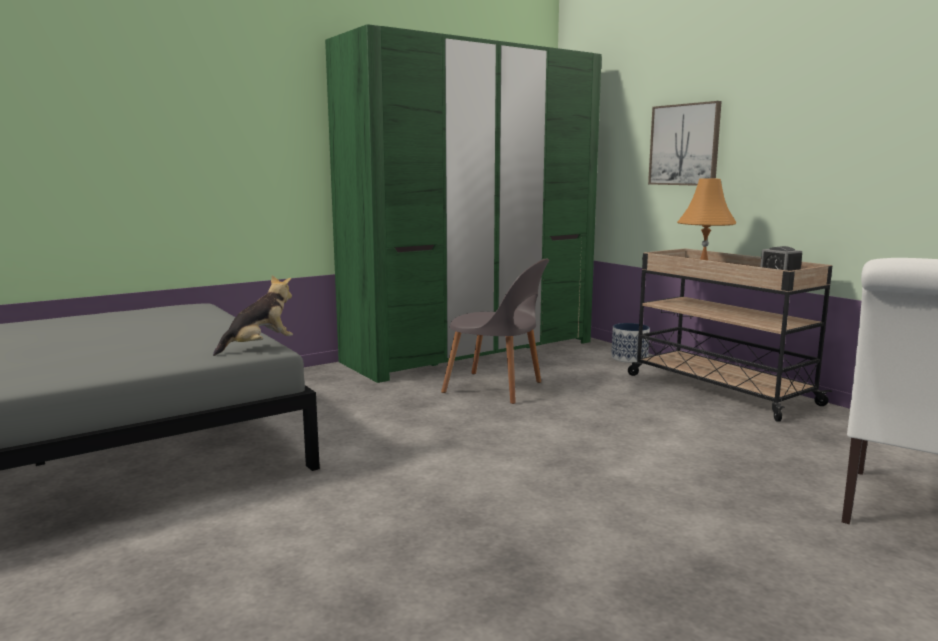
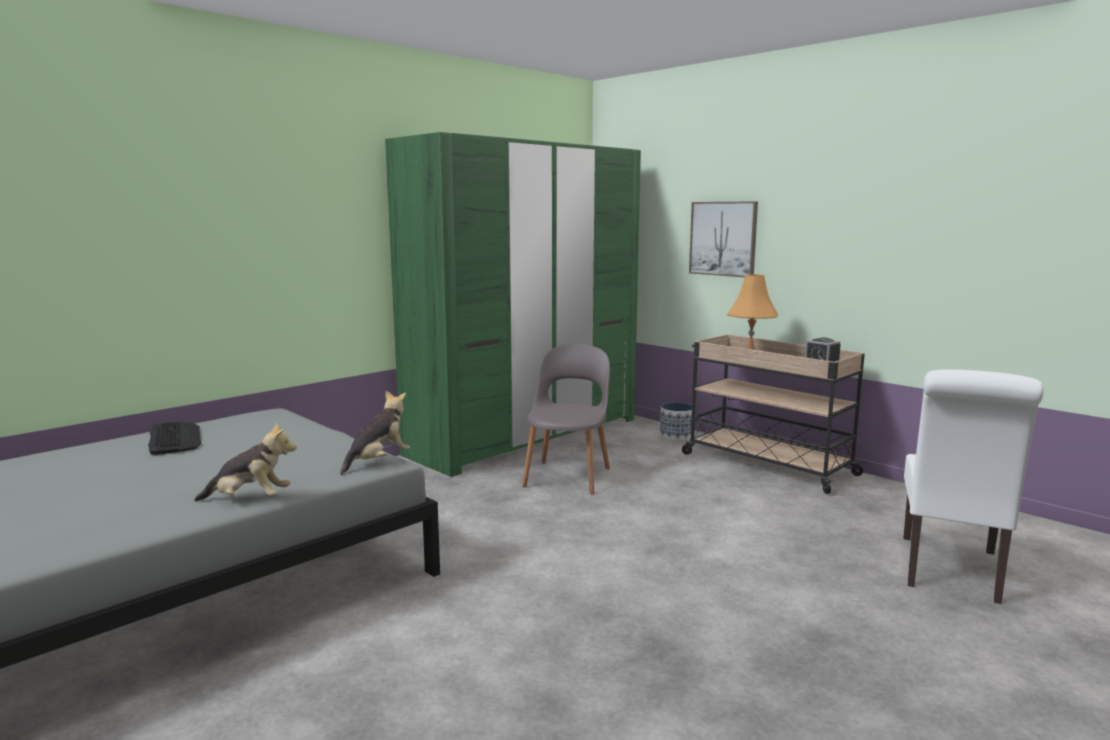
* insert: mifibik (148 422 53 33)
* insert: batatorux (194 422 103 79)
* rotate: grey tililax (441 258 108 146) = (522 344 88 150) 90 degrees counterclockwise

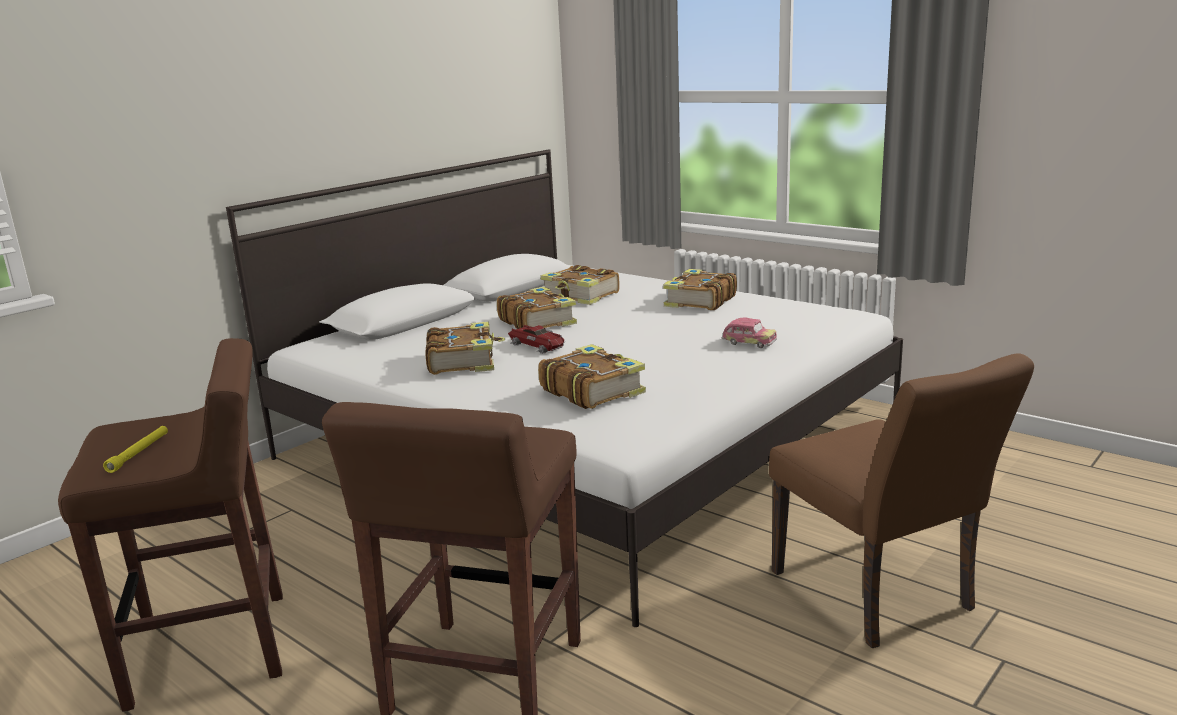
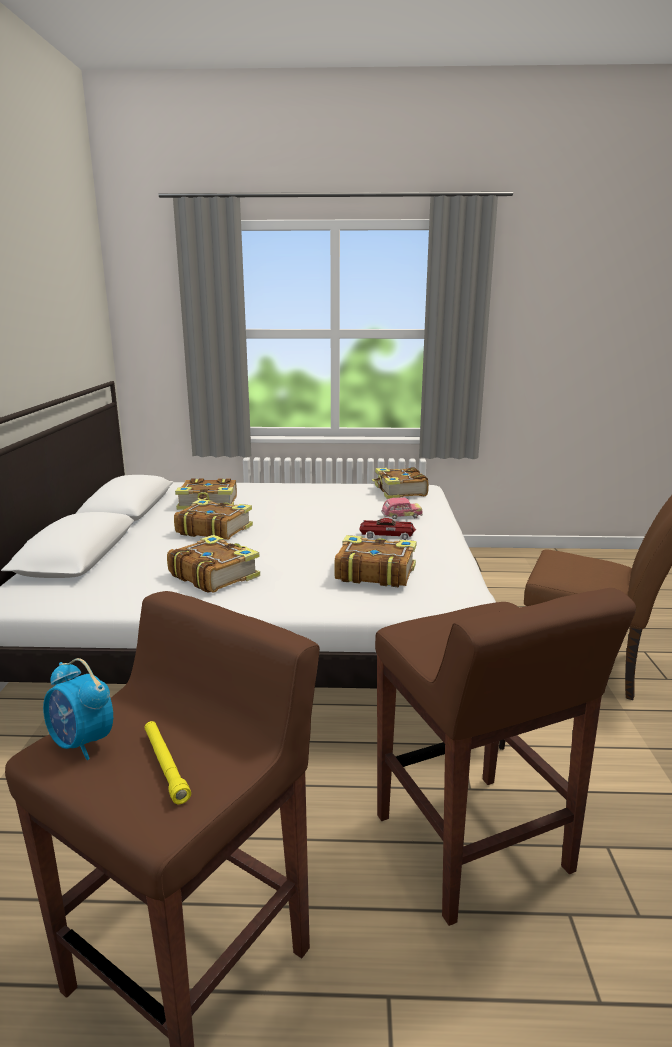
* insert: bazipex (43 658 70 102)
* move: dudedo (508 325 57 29) to (359 518 57 22)
* move: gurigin (663 269 74 41) to (372 467 57 32)

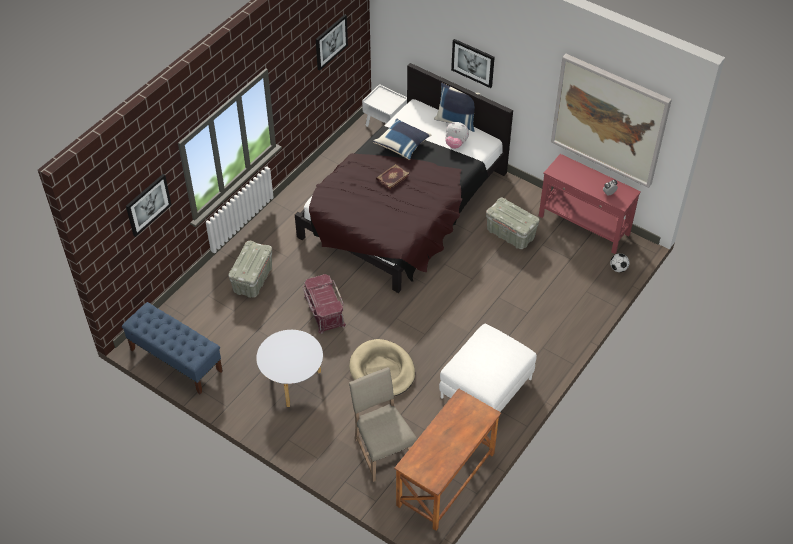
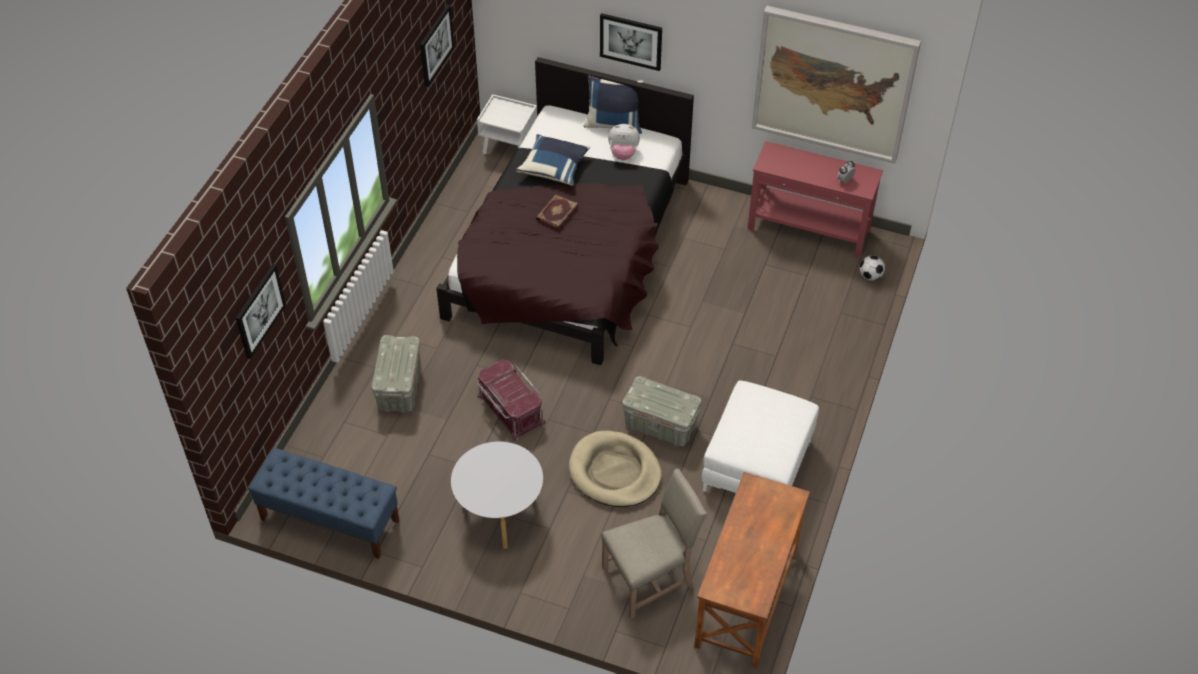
* rotate: beige tililax (349 367 68 115) = (601 469 106 149) 105 degrees clockwise
* move: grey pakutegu (486 198 53 51) to (622 376 79 70)

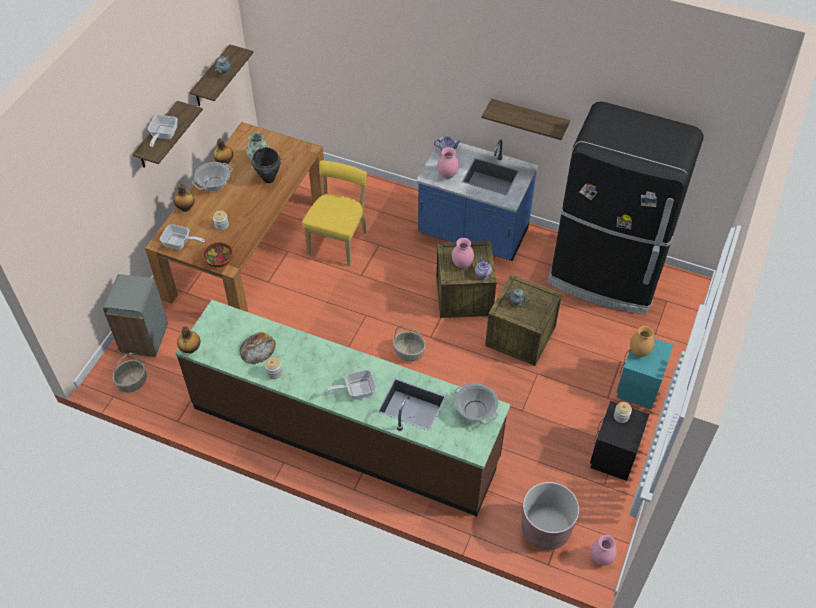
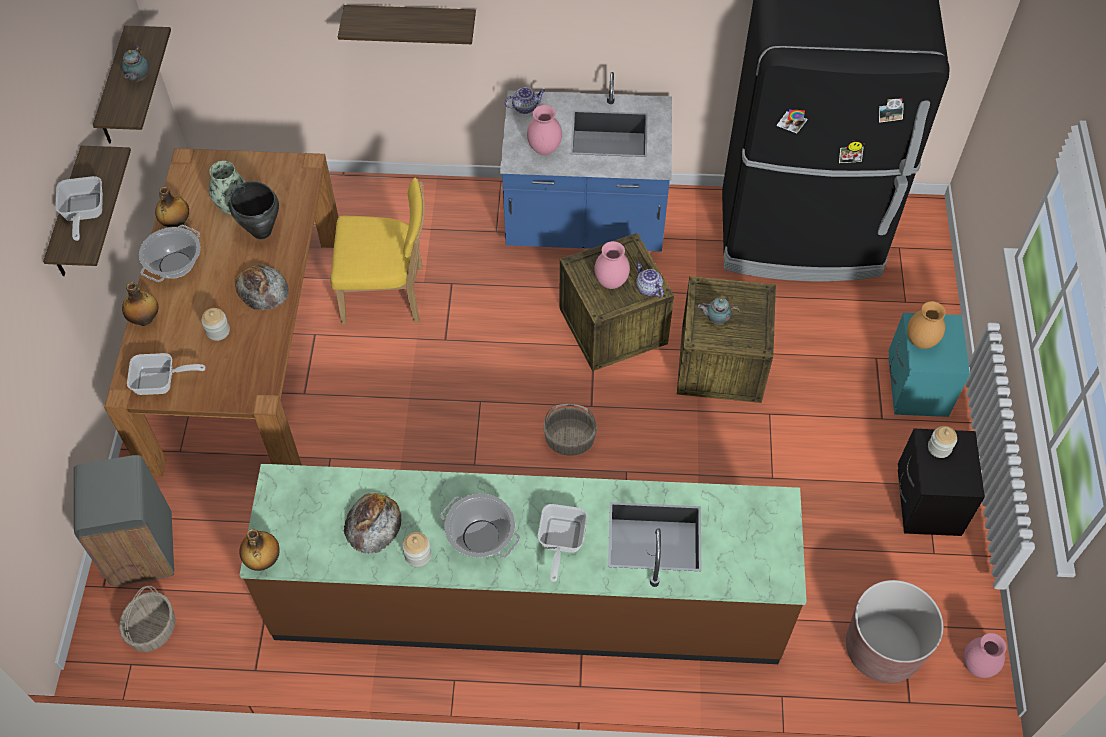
* insert: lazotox (235 265 54 45)
* rotate: yellow tililax (302 160 65 106) = (330 178 95 146) 90 degrees clockwise
* move: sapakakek (481 99 89 41) to (338 5 138 39)
* move: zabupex (455 382 43 42) to (440 493 80 65)
* rotate: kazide (324 370 52 29) = (538 504 50 78) 45 degrees counterclockwise
* delete: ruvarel (203 242 30 25)

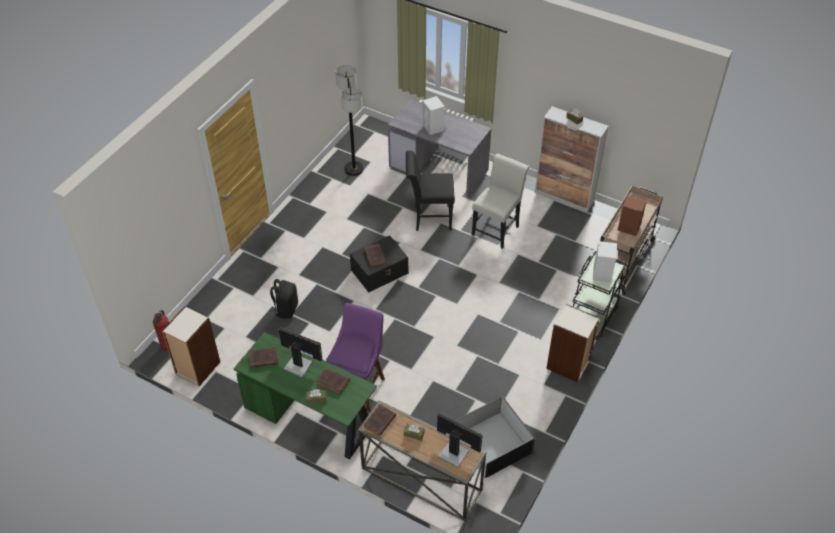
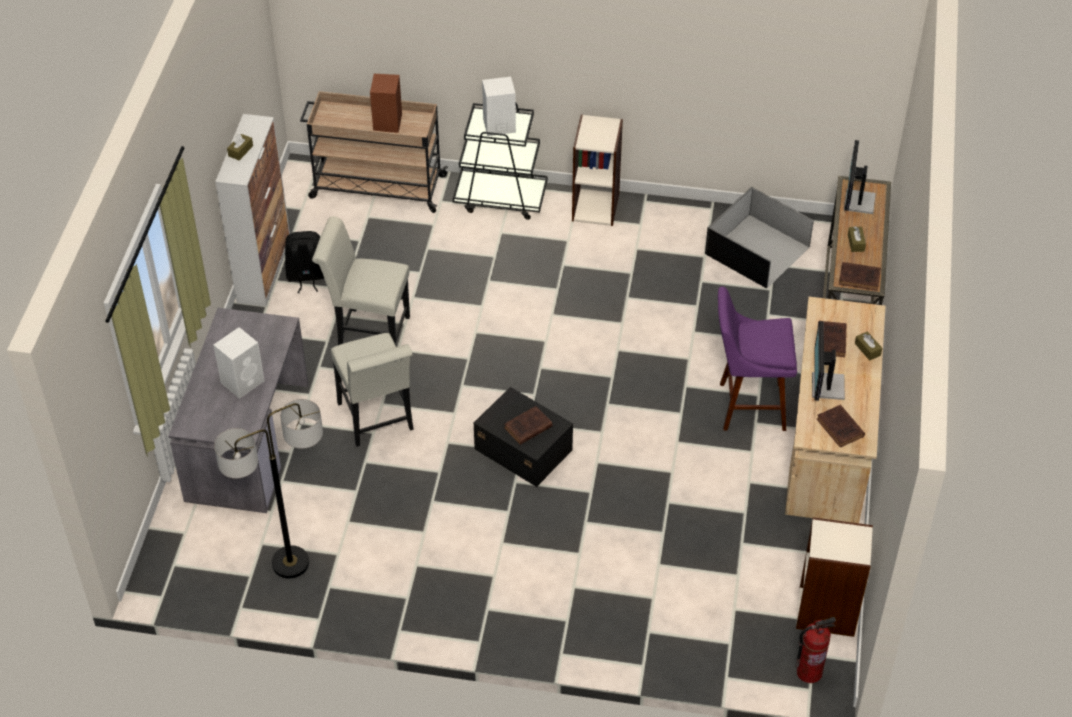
* move: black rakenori (269 279 29 40) to (285 231 39 62)
* recolor: black tililax (406 151 49 80) to white tililax (331 333 83 114)
* recolor: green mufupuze (233 332 144 128) to beige mufupuze (785 297 100 226)

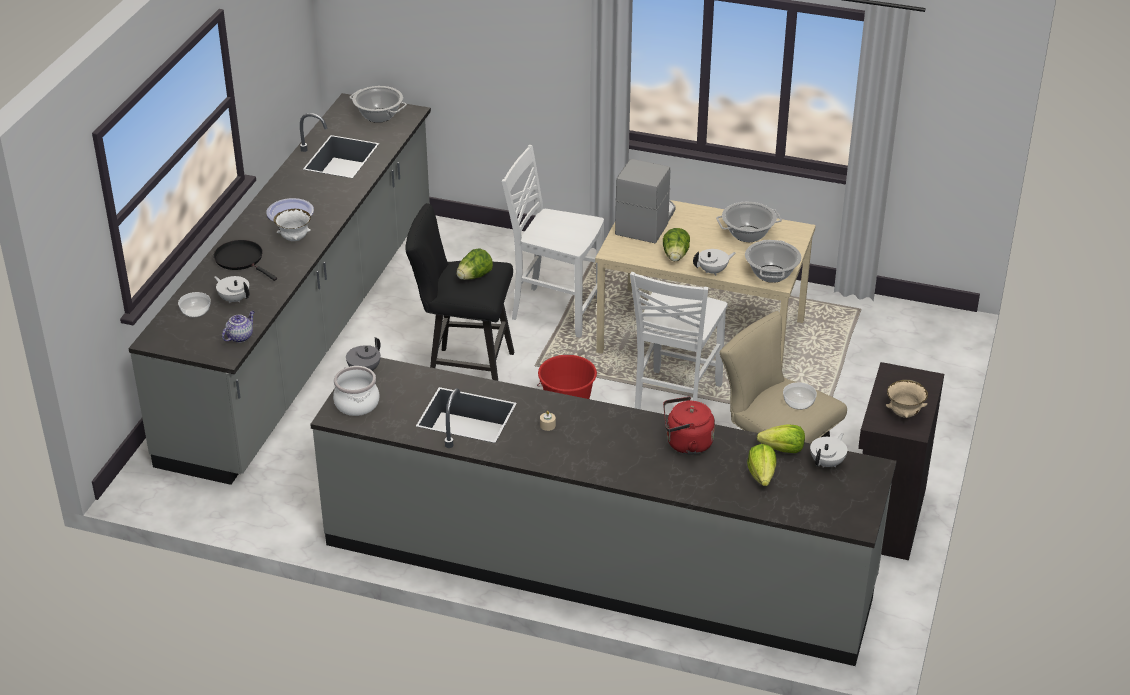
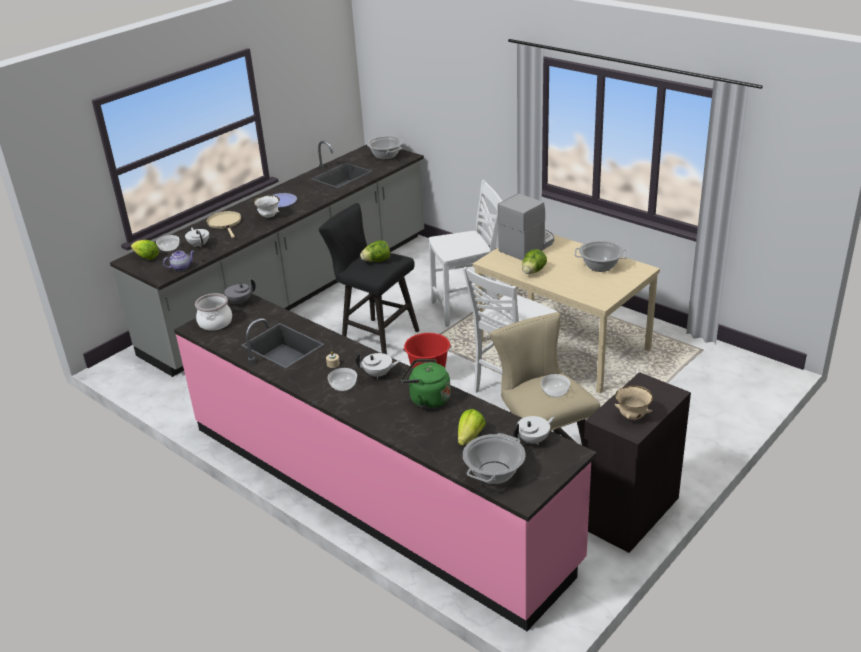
* move: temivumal (757 424 48 29) to (131 240 28 20)
* recolor: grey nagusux (310 358 587 308) to pink nagusux (174 293 423 338)
* recolor: black kazide (214 240 63 41) to beige kazide (206 211 35 27)
* insert: ruvarel (328 368 29 23)
* move: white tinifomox (693 249 43 27) to (356 353 44 26)
* recolor: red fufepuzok (663 396 52 59) to green fufepuzok (401 359 50 50)
* rotate: white tililax (502 145 102 193) = (429 180 73 147) 120 degrees clockwise
* move: zabupex (745 240 56 43) to (463 433 63 51)

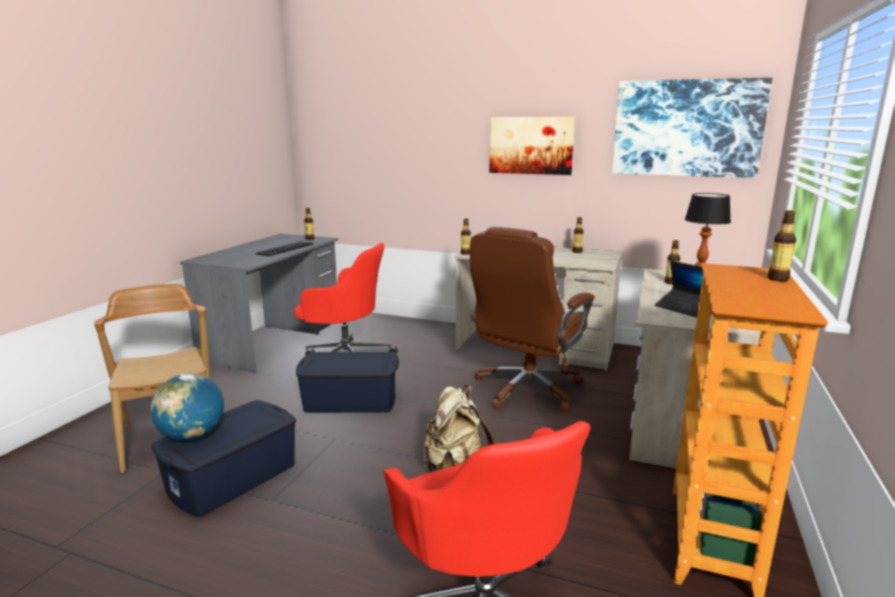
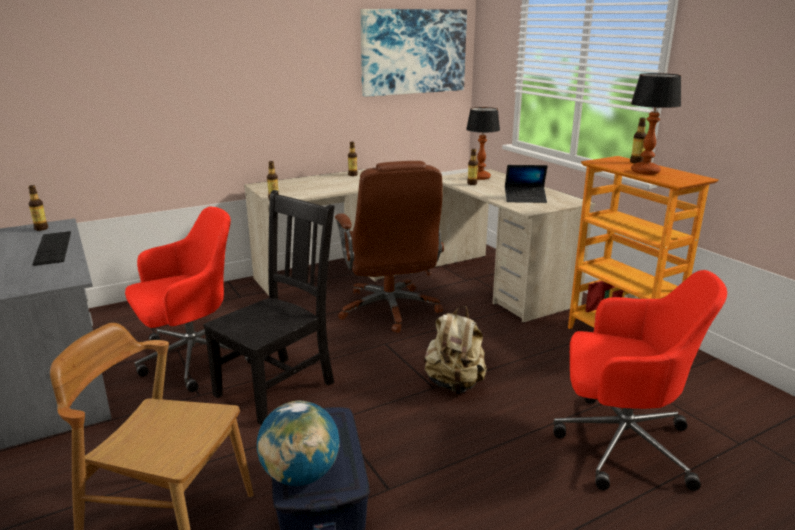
* replace: blue pakutegu (296 352 103 61) to black tililax (203 190 131 235)
* insert: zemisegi (631 73 50 102)
* delete: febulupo (489 117 86 58)

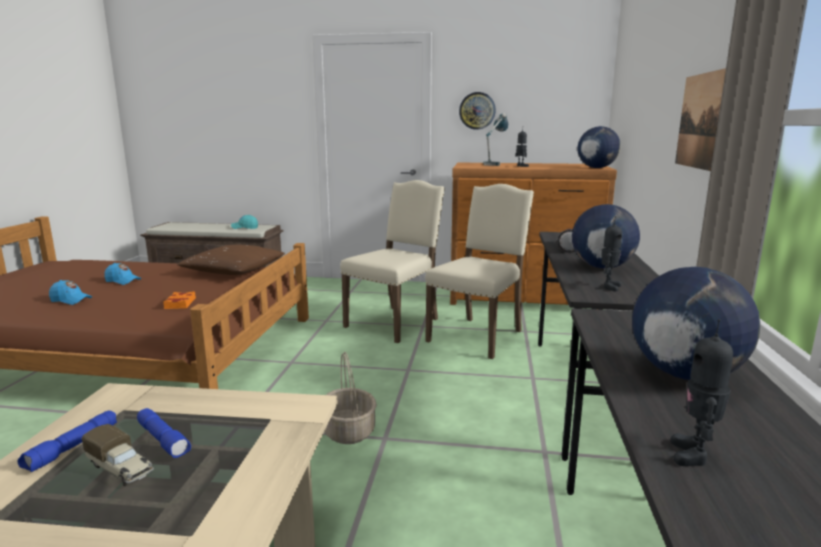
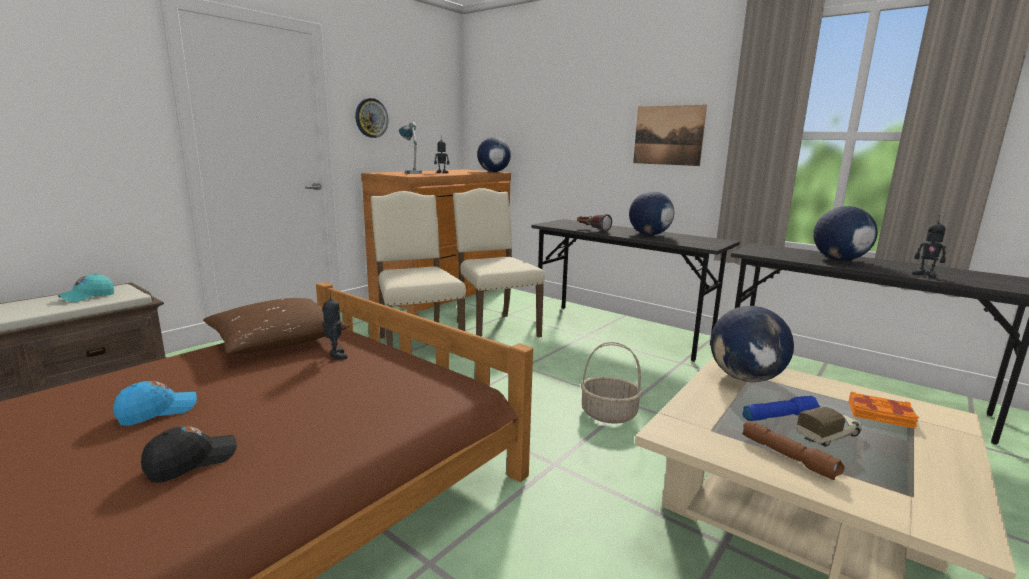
* recolor: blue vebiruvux (49 280 43 25) to black vebiruvux (141 426 96 57)
* move: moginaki (602 216 20 75) to (323 291 25 69)
* insert: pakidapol (710 306 84 76)
* recolor: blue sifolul (17 410 100 62) to brown sifolul (742 421 103 59)
* move: orange gurigin (163 291 33 18) to (849 392 70 37)

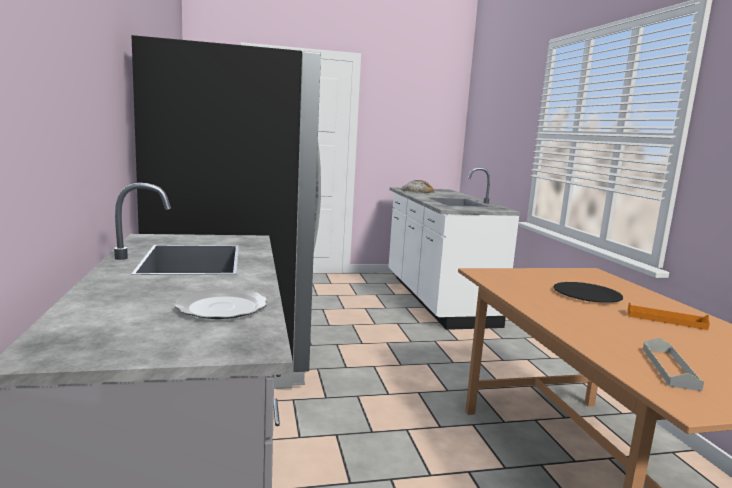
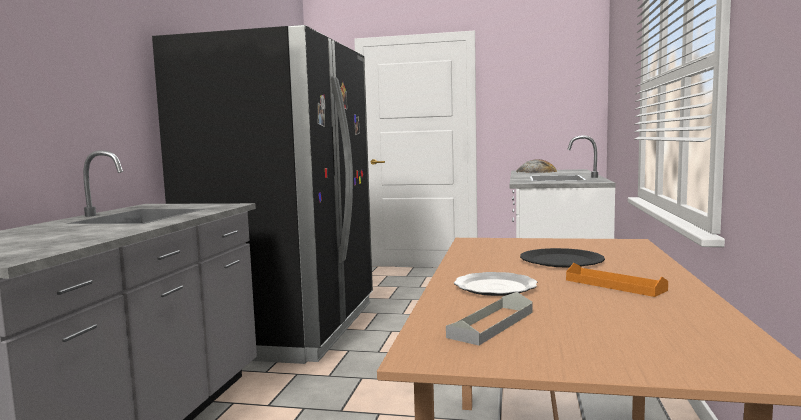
* move: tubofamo (174 288 93 31) to (454 272 83 24)

